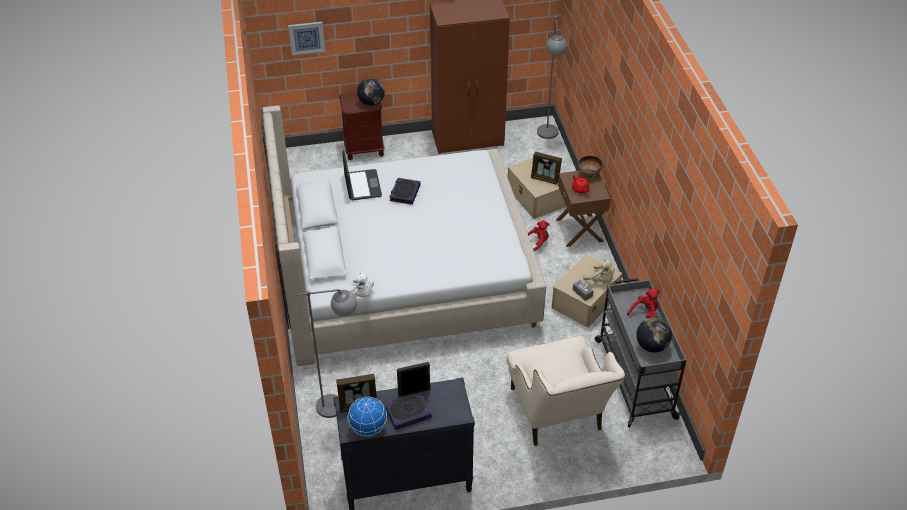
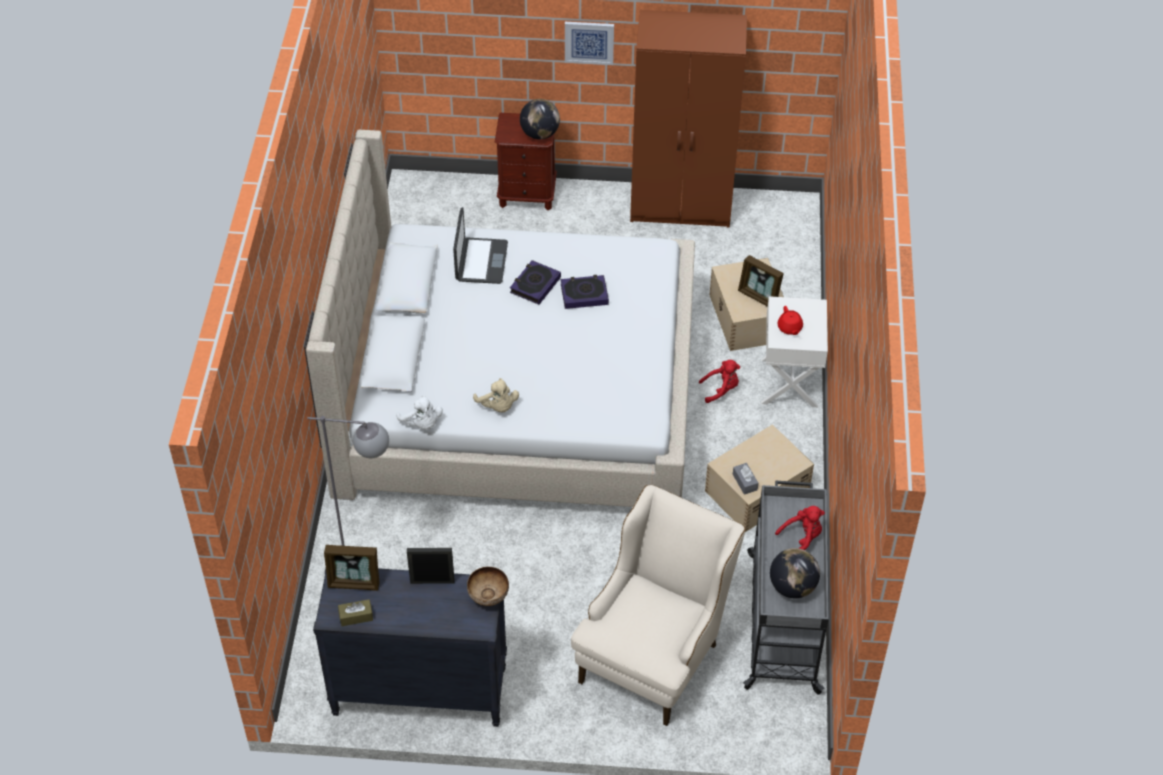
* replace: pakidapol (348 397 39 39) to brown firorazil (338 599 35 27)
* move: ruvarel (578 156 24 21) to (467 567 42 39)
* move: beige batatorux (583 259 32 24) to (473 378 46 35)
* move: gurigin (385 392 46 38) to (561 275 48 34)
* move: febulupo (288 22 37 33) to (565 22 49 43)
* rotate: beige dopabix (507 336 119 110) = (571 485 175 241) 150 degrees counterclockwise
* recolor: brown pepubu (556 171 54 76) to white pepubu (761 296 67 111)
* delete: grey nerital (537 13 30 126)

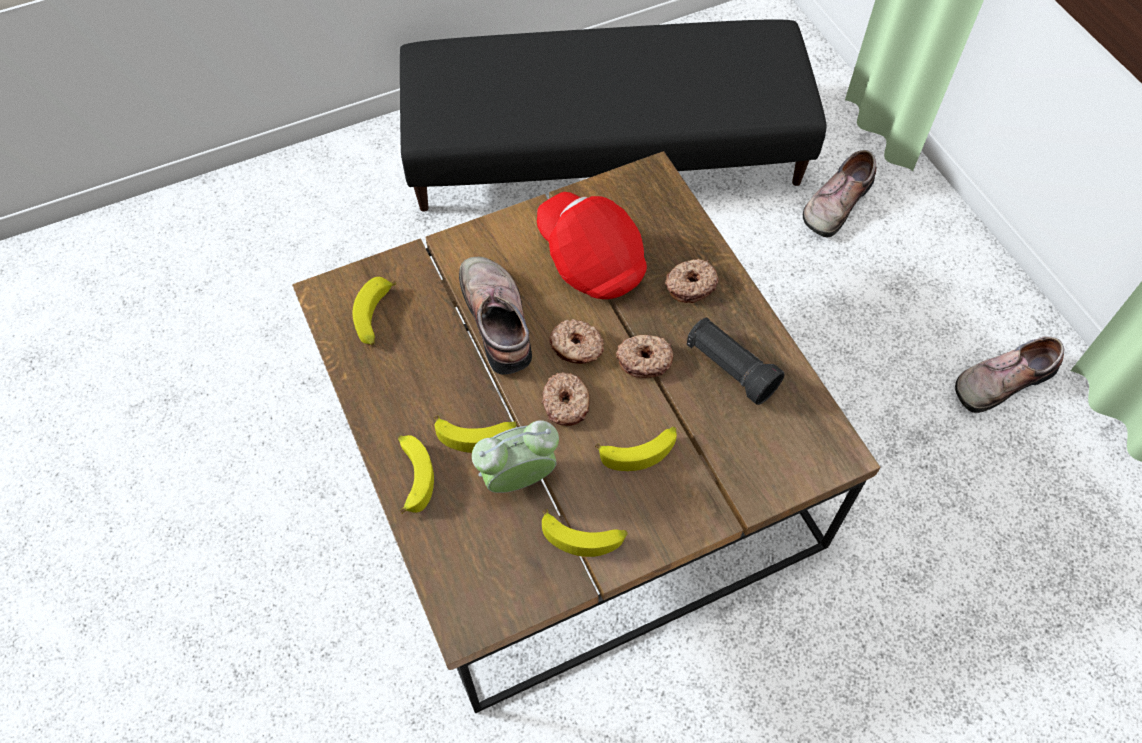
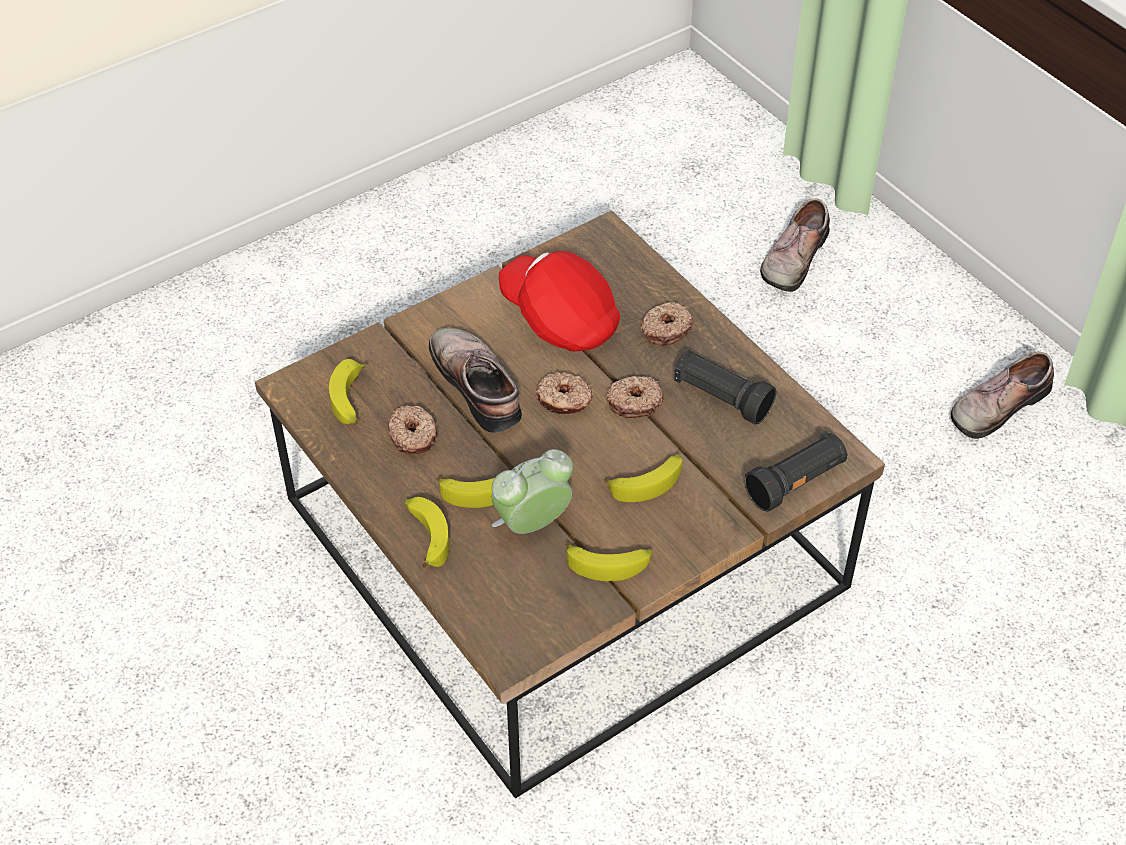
* move: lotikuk (542 372 48 54) to (388 405 49 50)
* insert: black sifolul (744 431 104 81)
* delete: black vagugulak (400 19 427 193)

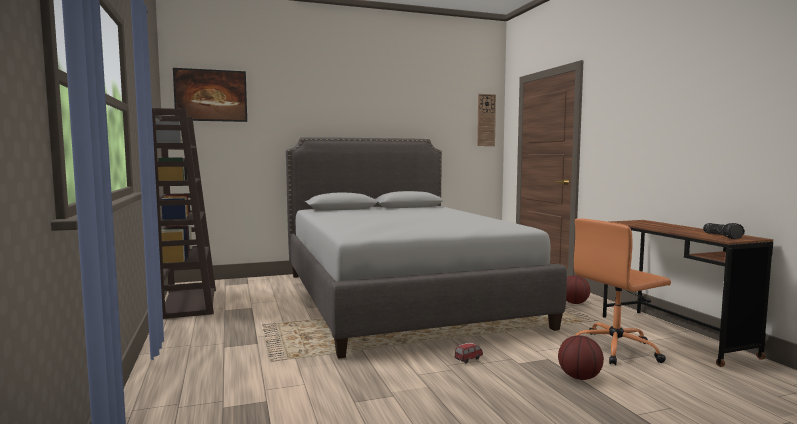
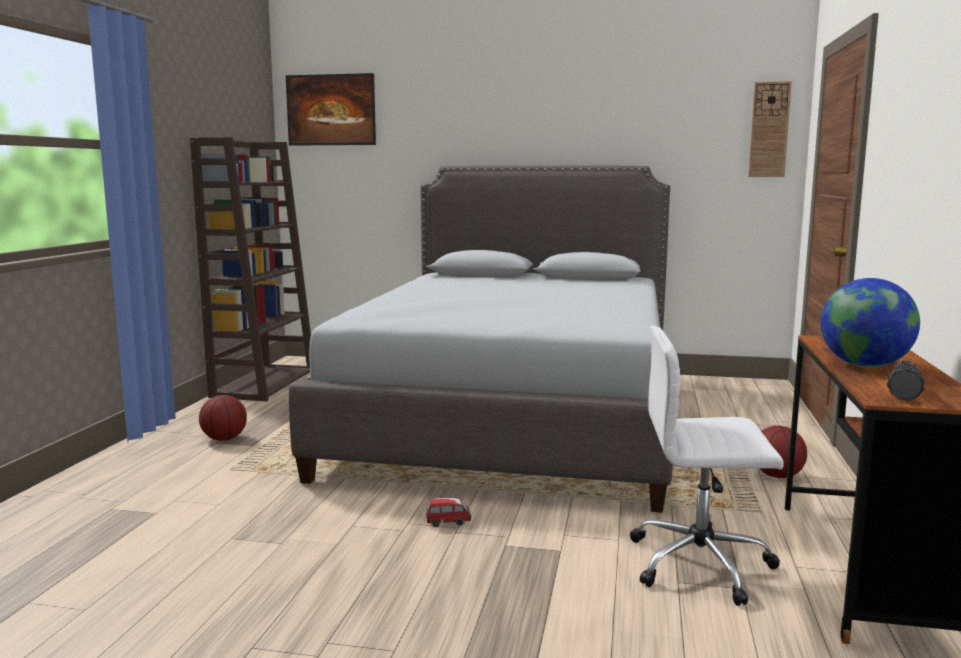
* move: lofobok (558 335 46 45) to (199 395 48 46)
* recolor: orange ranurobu (574 218 97 147) to white ranurobu (630 325 154 281)
* insert: pakidapol (821 278 99 89)

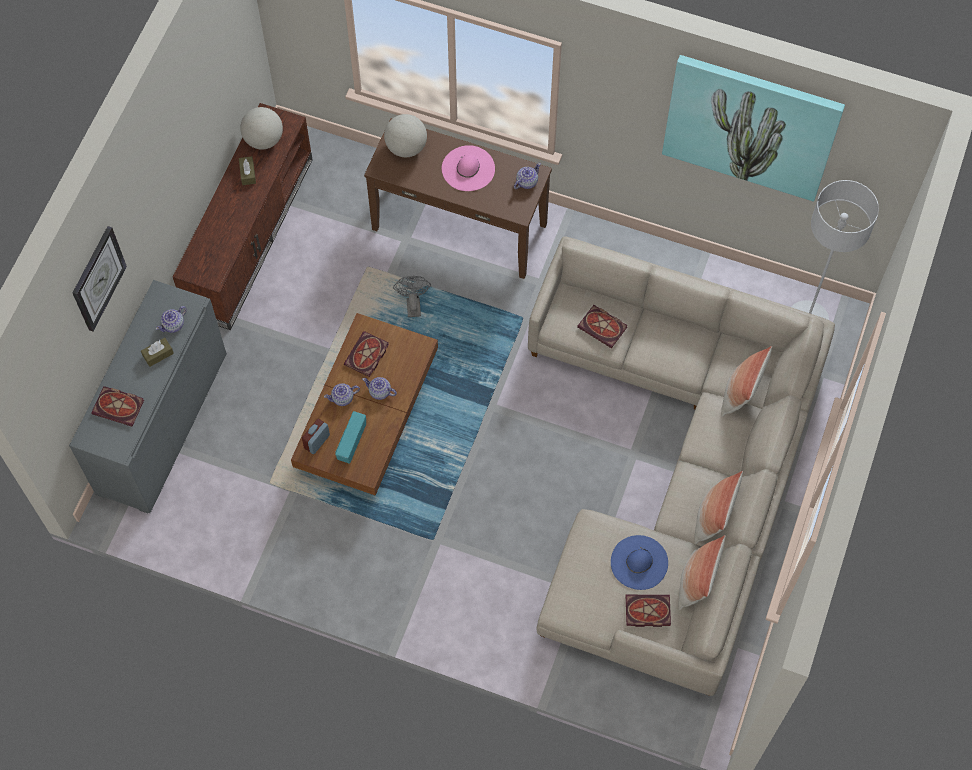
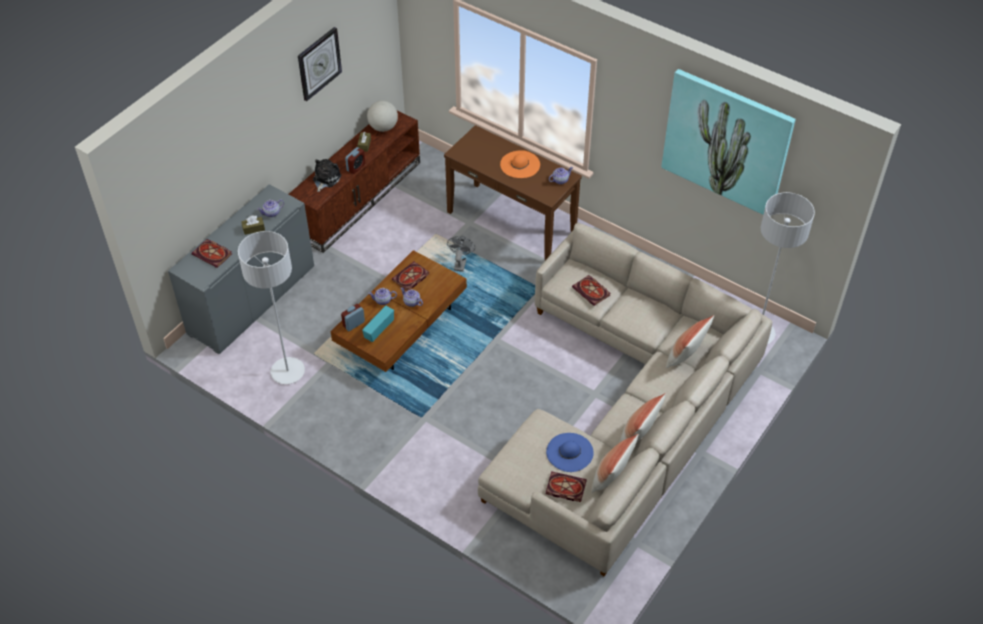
* insert: grey nerital (238 231 67 153)
* move: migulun (73 226 54 105) to (298 27 44 74)
* insert: batatorux (313 159 29 33)
* insert: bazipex (345 147 20 27)
* recolor: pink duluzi (442 145 53 46) to orange duluzi (500 150 40 28)
* delete: pakidapol (384 114 43 43)

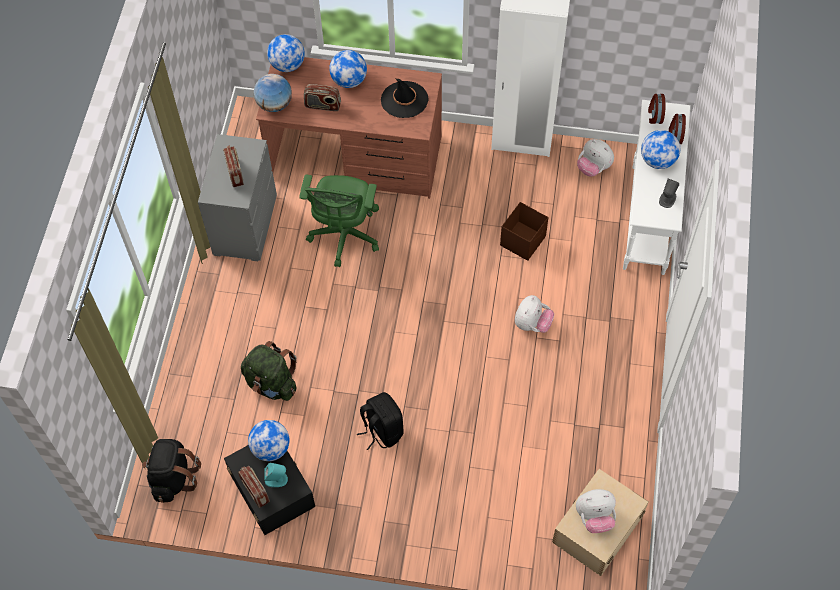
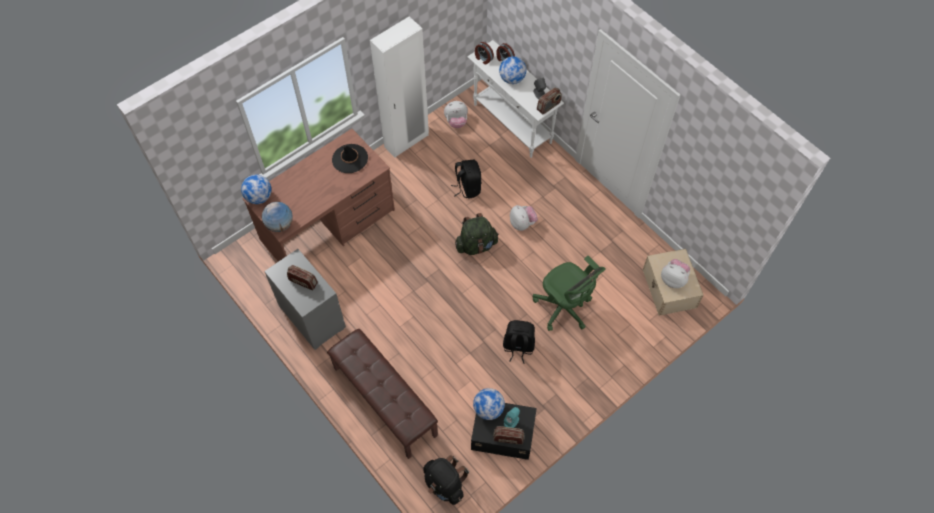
* insert: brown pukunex (327 329 111 130)
* replace: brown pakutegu (500 202 49 59) to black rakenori (451 160 31 39)
* move: green rakenori (241 341 56 60) to (455 213 44 42)
* move: green ranurobu (299 175 80 92) to (533 256 73 75)
* move: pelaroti (304 84 37 27) to (537 88 24 27)
* rotate: batatorux (576 489 40 44) = (661 259 29 29) 90 degrees counterclockwise
* delete: pakidapol (329 50 38 38)

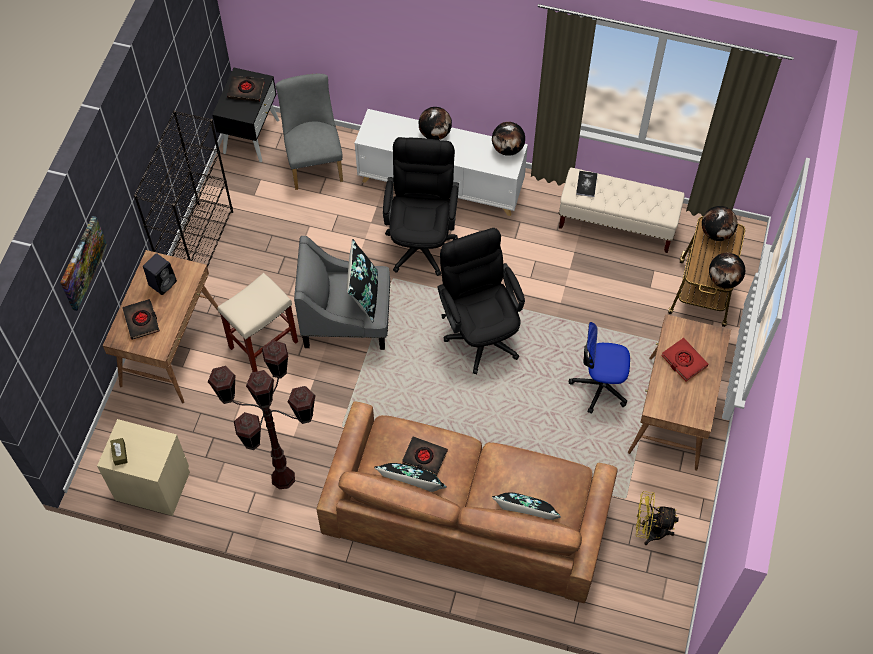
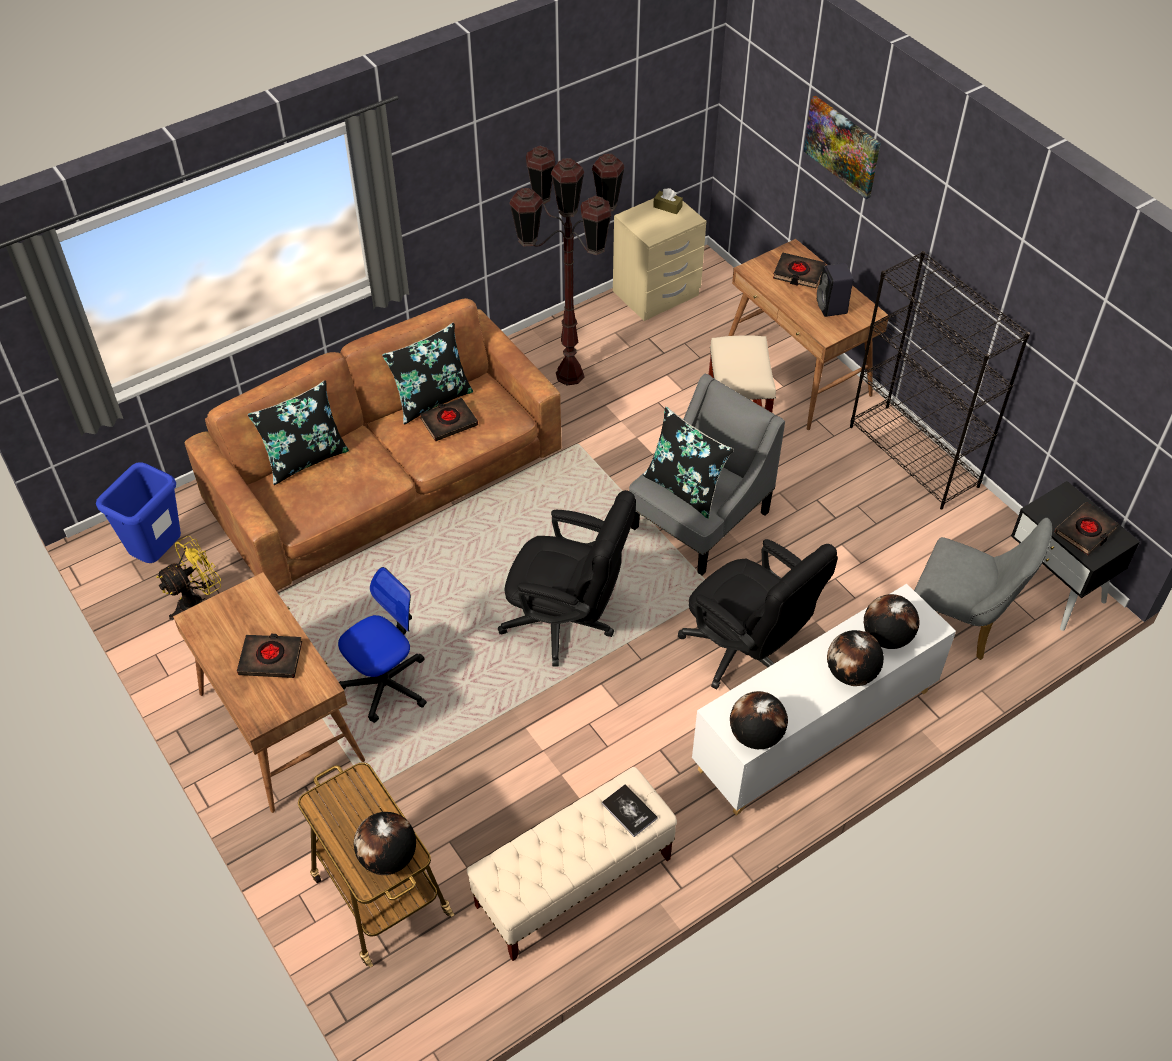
* insert: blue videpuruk (96 462 85 101)
* recolor: red gurigin (661 338 47 43) to black gurigin (237 634 65 44)
* move: pakidapol (709 253 36 36) to (864 594 56 55)

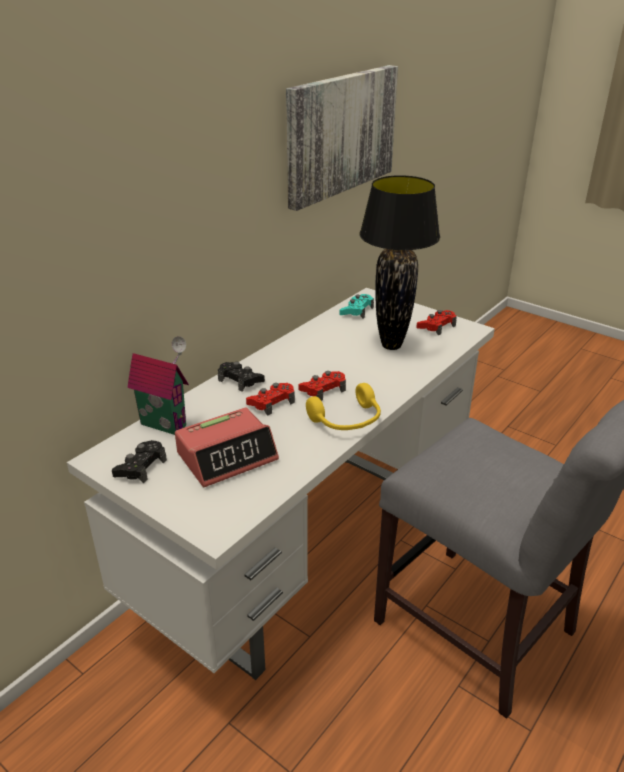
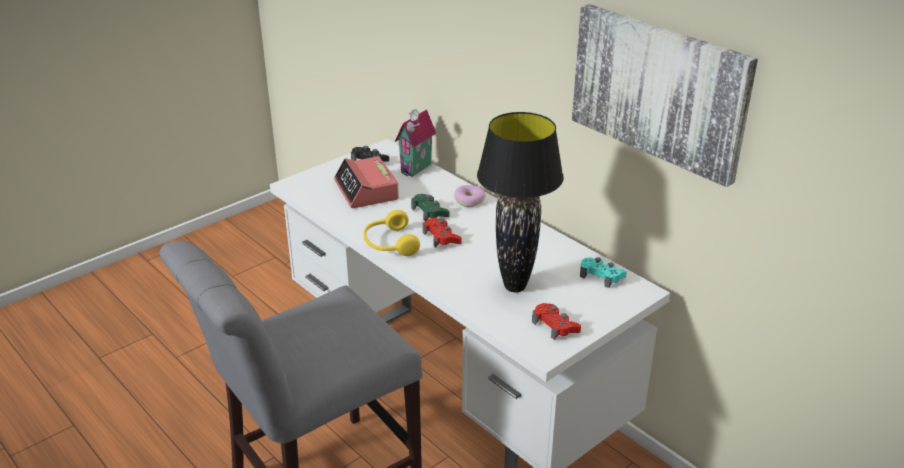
* recolor: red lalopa (246 383 49 33) to green lalopa (411 194 39 28)
* replace: black lalopa (218 362 47 30) to lotikuk (454 185 32 22)

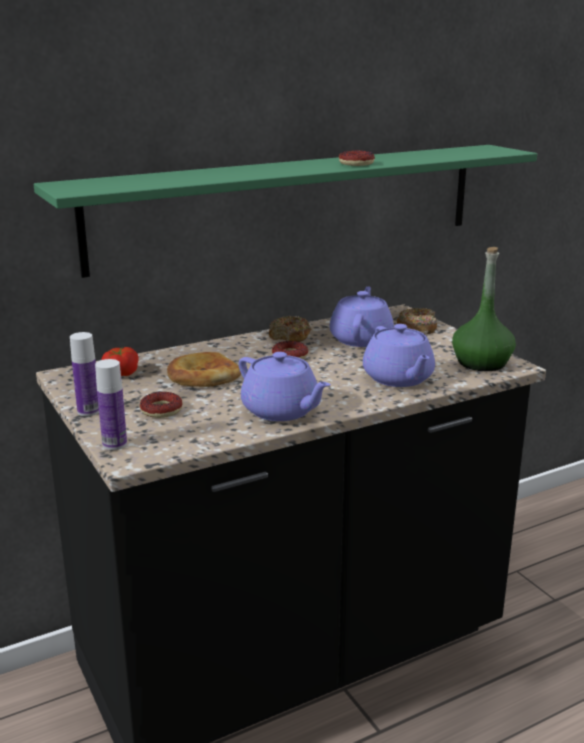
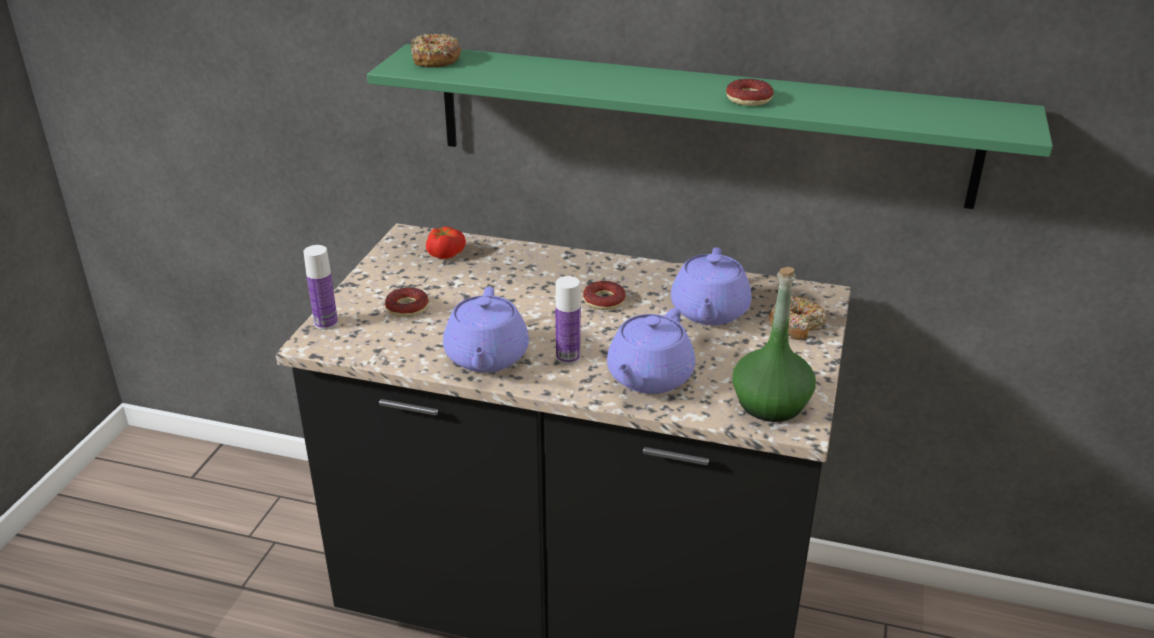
* move: lotikuk (269 315 42 27) to (411 34 50 33)
* move: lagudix (70 332 29 84) to (555 276 26 88)
* rotate: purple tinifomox (329 286 65 61) = (671 247 81 78) 135 degrees clockwise
* delete: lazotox (167 352 74 35)

